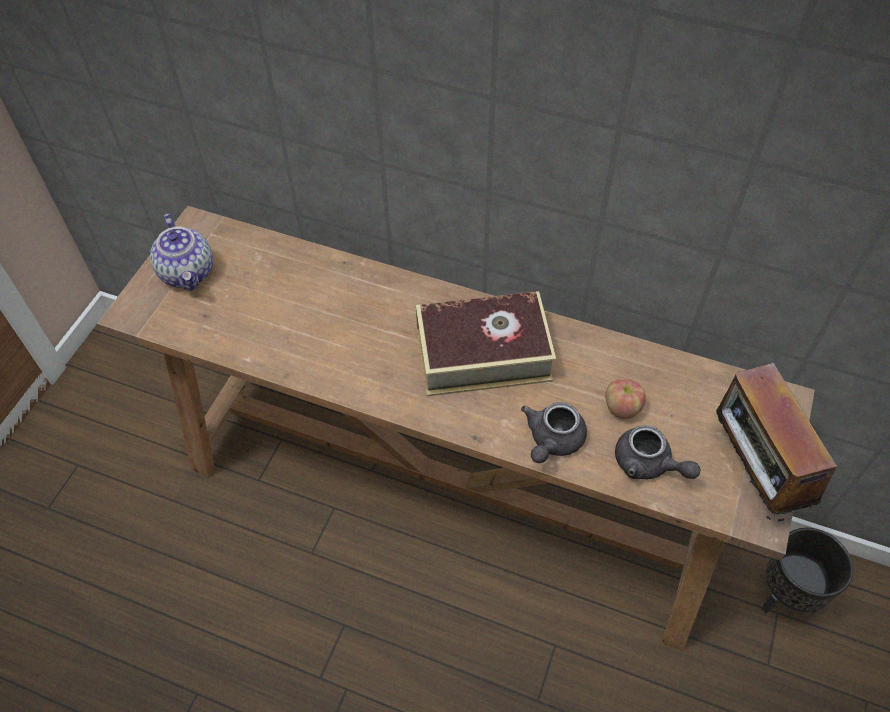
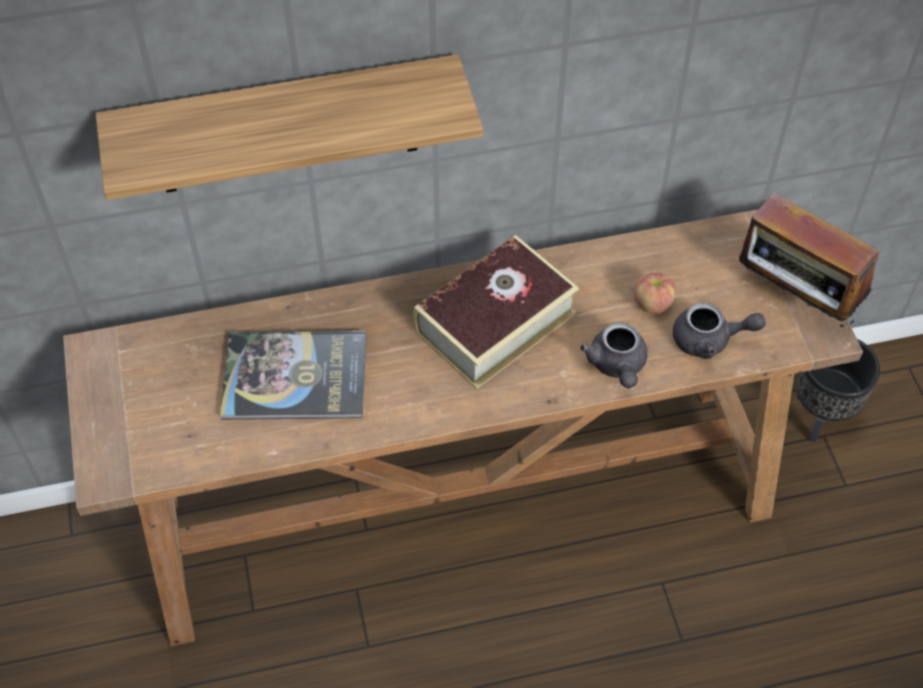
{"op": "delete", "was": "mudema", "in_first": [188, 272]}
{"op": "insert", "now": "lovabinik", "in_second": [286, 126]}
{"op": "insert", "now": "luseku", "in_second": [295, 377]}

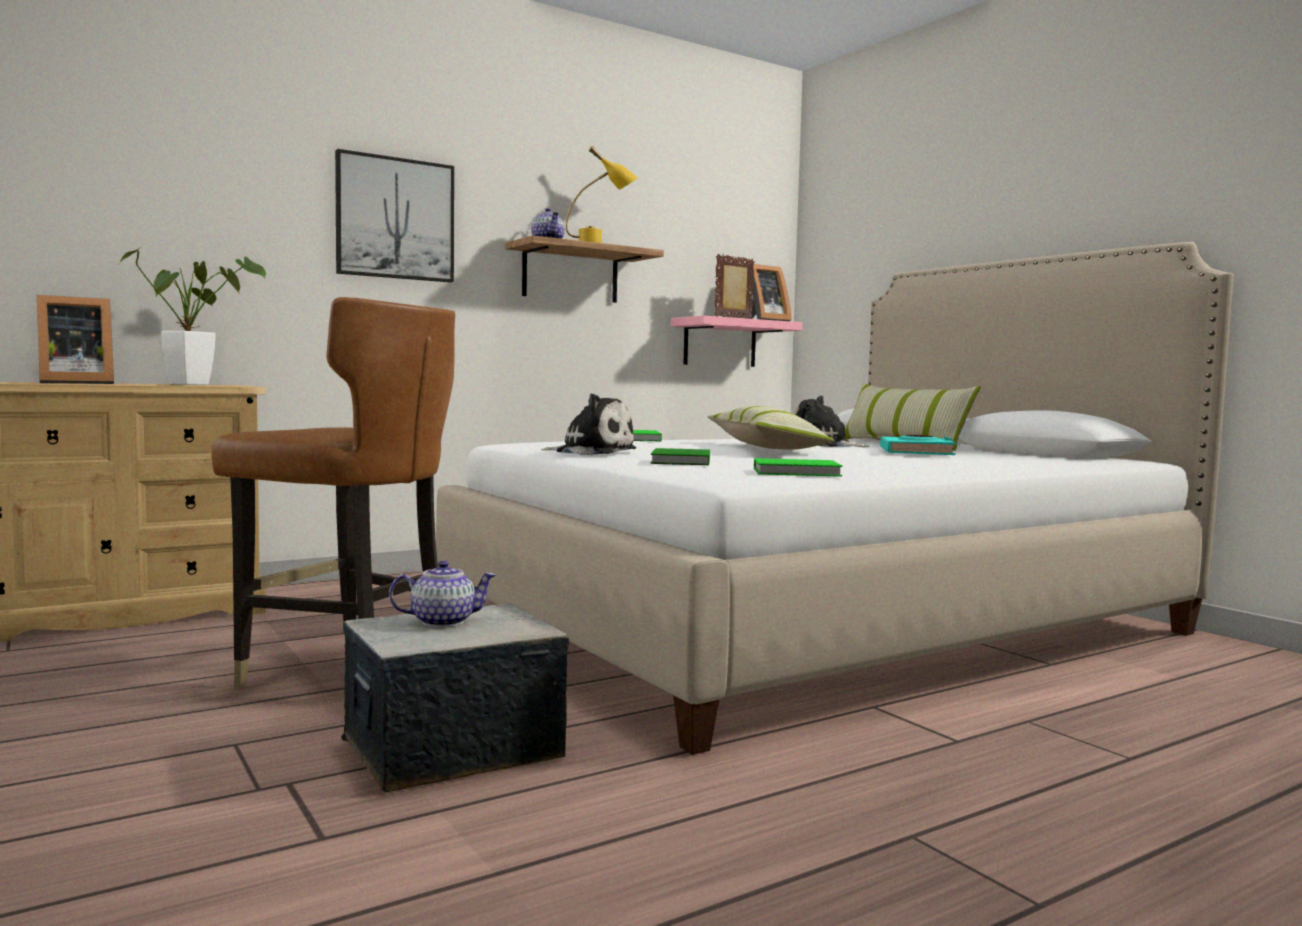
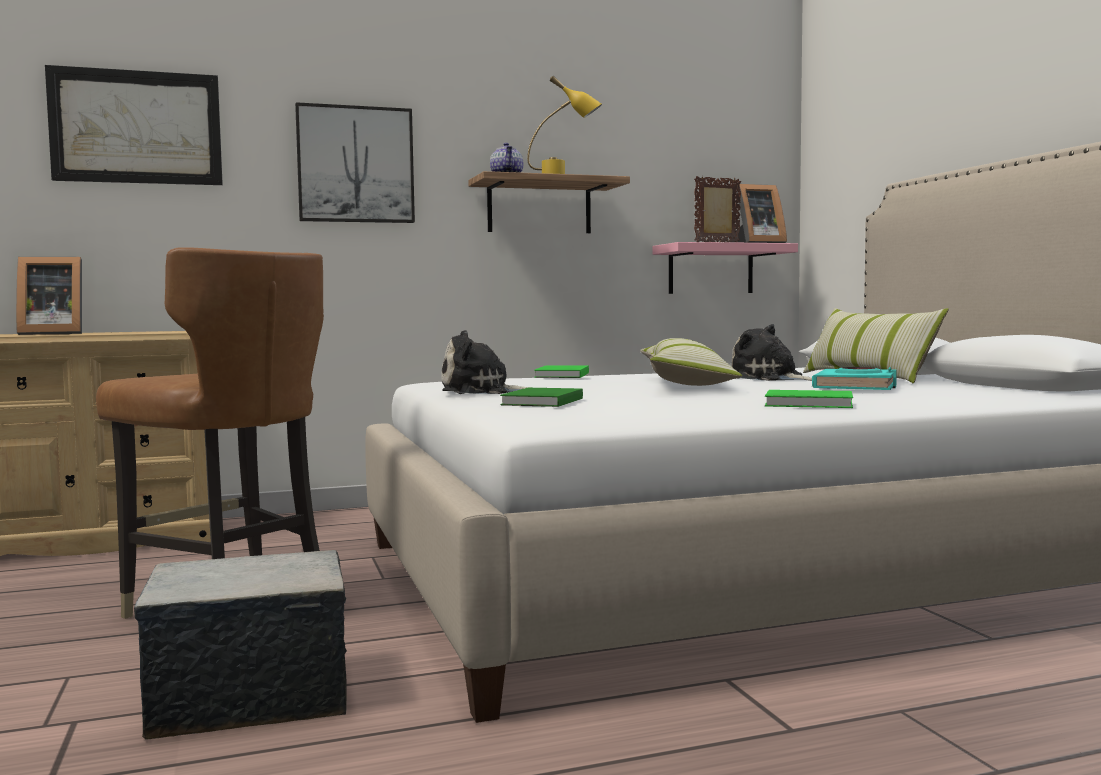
{"op": "delete", "was": "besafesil", "in_first": [197, 384]}
{"op": "delete", "was": "mudema", "in_first": [442, 621]}
{"op": "insert", "now": "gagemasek", "in_second": [137, 127]}
{"op": "move", "was": "luseku (green)", "in_first": [799, 472], "in_second": [811, 404]}
{"op": "rotate", "was": "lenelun", "in_first": [592, 452], "in_second": [480, 392], "clockwise": 135}

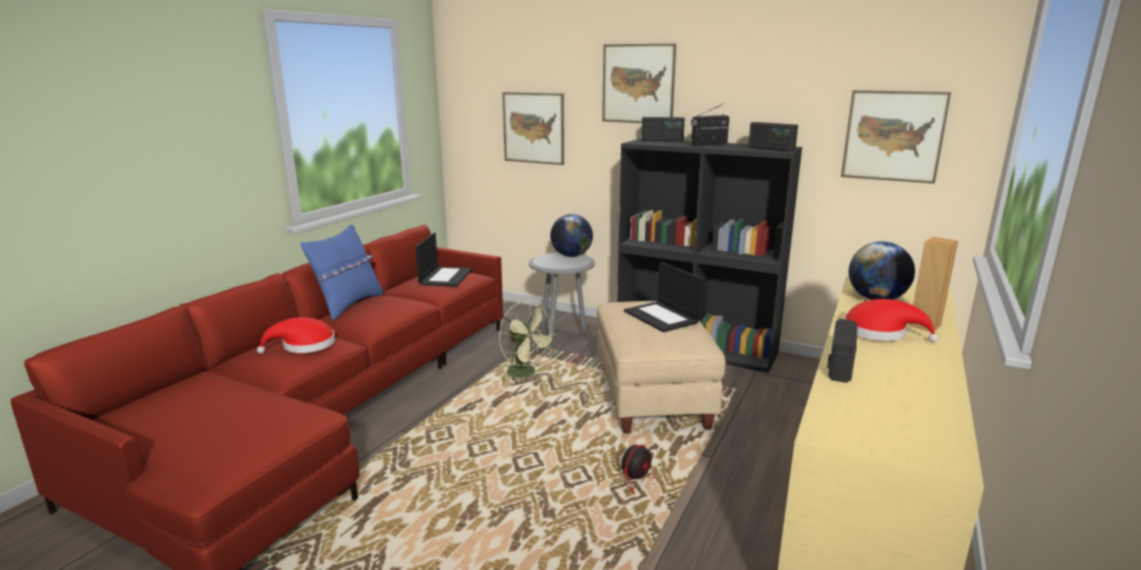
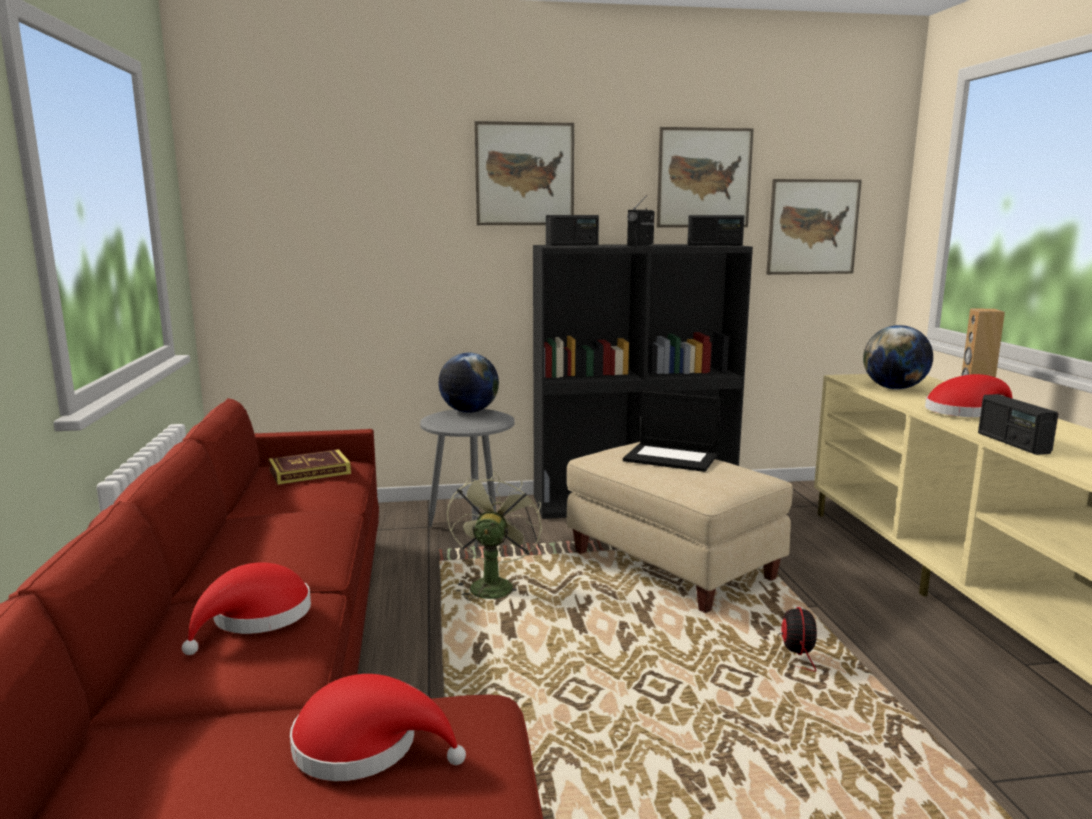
{"op": "delete", "was": "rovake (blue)", "in_first": [348, 305]}
{"op": "insert", "now": "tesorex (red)", "in_second": [366, 745]}
{"op": "move", "was": "gagemasek", "in_first": [533, 128], "in_second": [704, 178]}
{"op": "replace", "was": "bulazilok", "now": "luseku", "in_first": [445, 276], "in_second": [310, 471]}
{"op": "rotate", "was": "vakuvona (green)", "in_first": [526, 373], "in_second": [492, 584], "clockwise": -90}

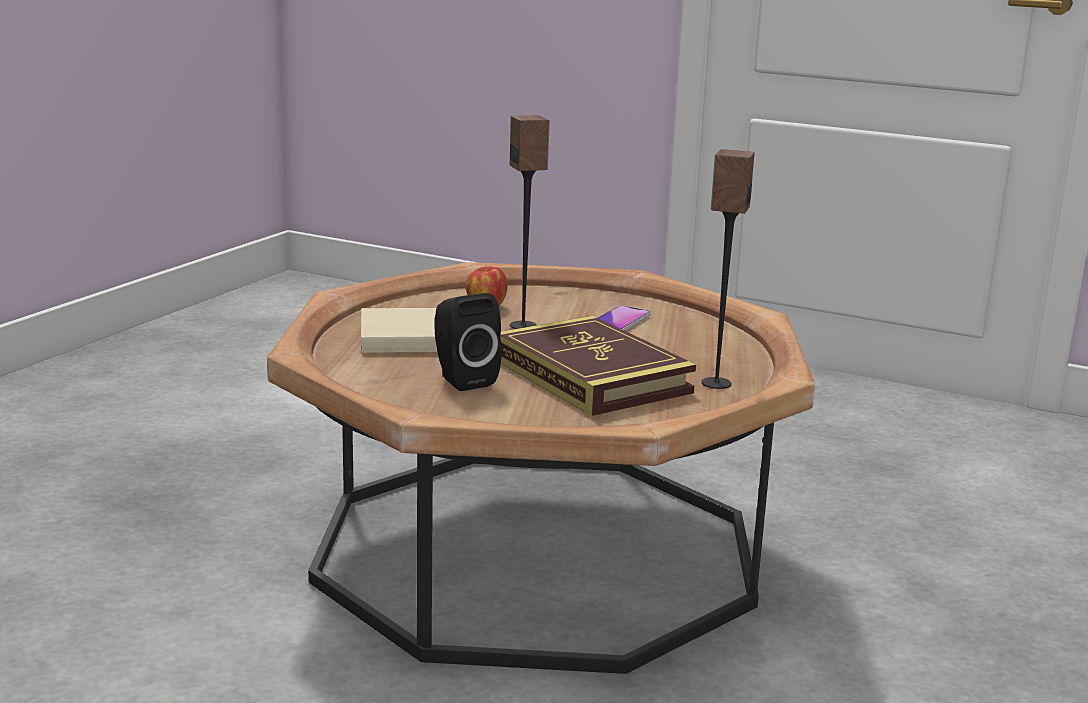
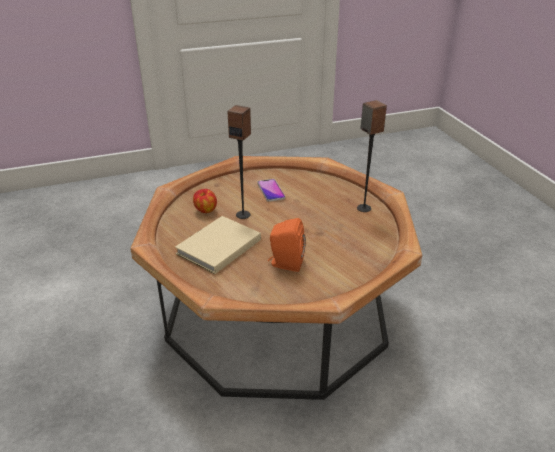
{"op": "delete", "was": "luseku", "in_first": [591, 376]}
{"op": "recolor", "was": "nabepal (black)", "now": "nabepal (orange)", "in_first": [462, 379], "in_second": [285, 264]}

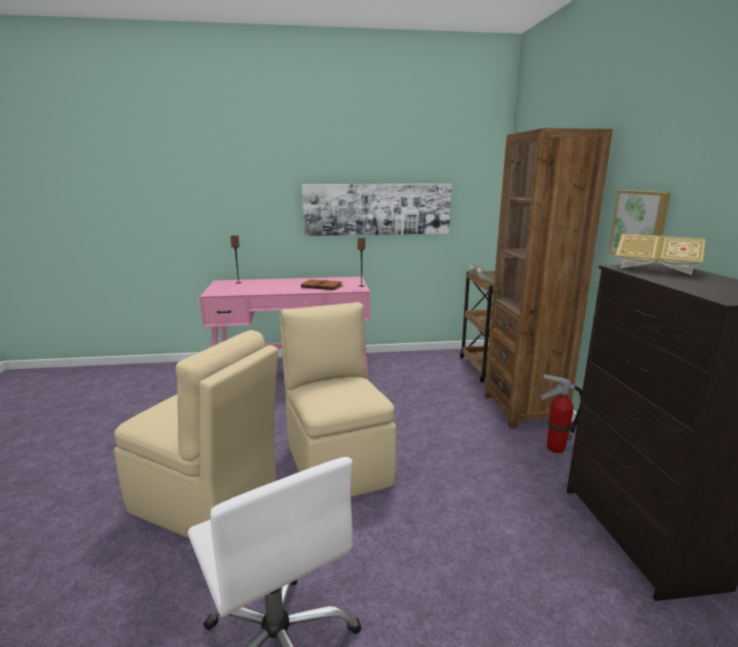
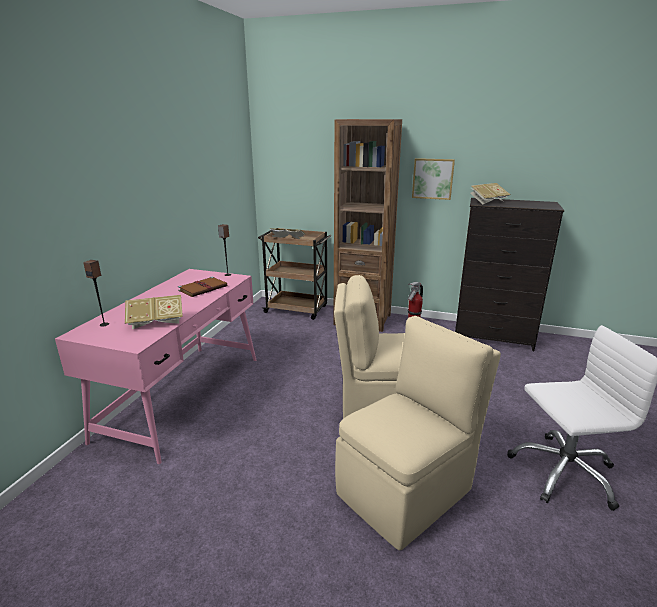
{"op": "delete", "was": "gagemasek", "in_first": [377, 209]}
{"op": "insert", "now": "luseku", "in_second": [156, 322]}

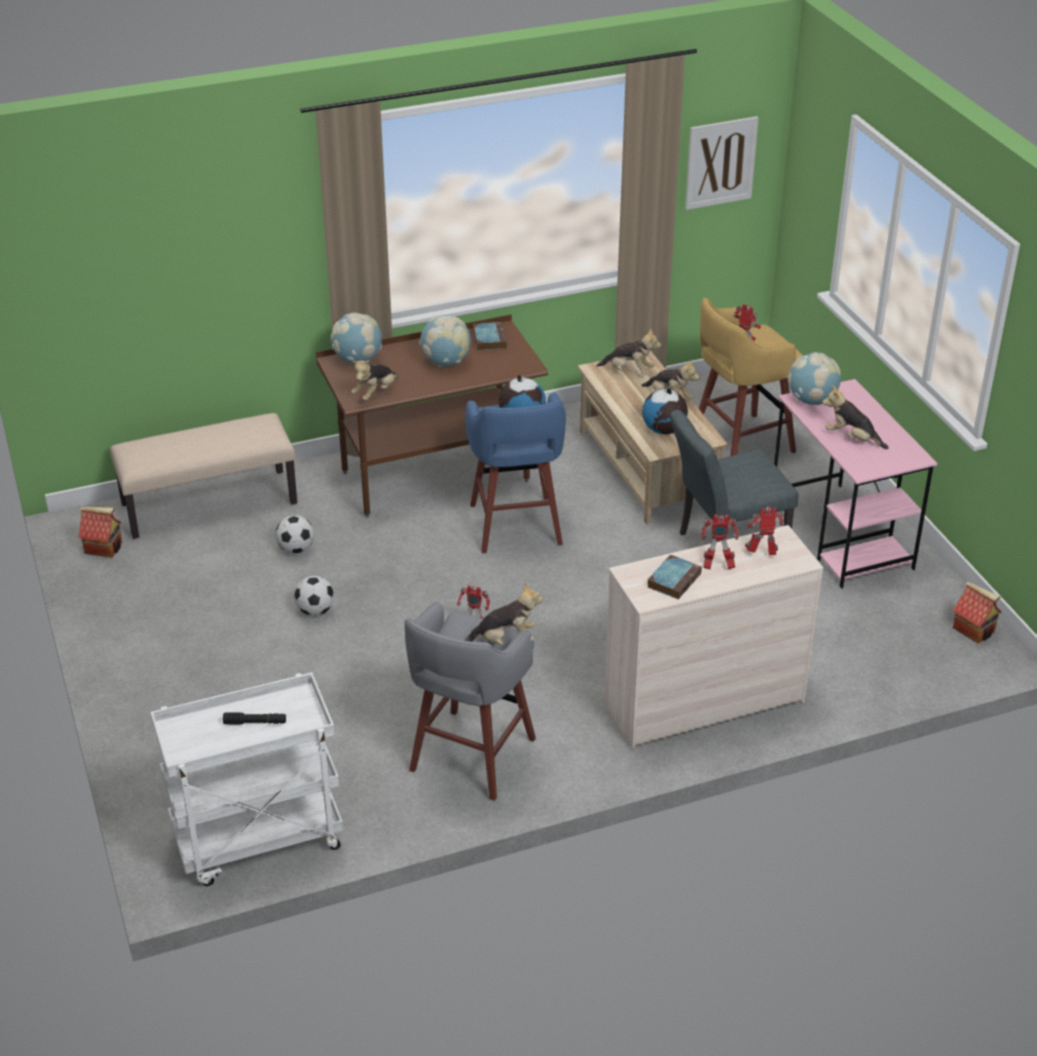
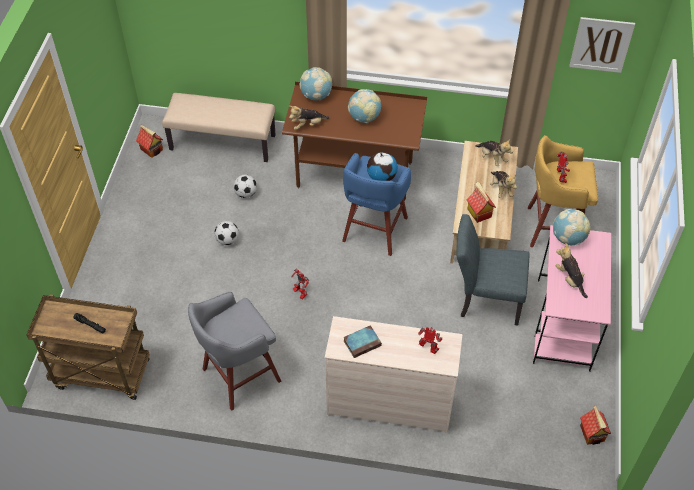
{"op": "delete", "was": "lenelun", "in_first": [505, 640]}
{"op": "delete", "was": "luseku", "in_first": [489, 339]}
{"op": "delete", "was": "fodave", "in_first": [717, 566]}
{"op": "replace", "was": "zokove", "now": "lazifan", "in_first": [664, 430], "in_second": [478, 212]}
{"op": "recolor", "was": "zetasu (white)", "now": "zetasu (brown)", "in_first": [257, 841], "in_second": [100, 374]}

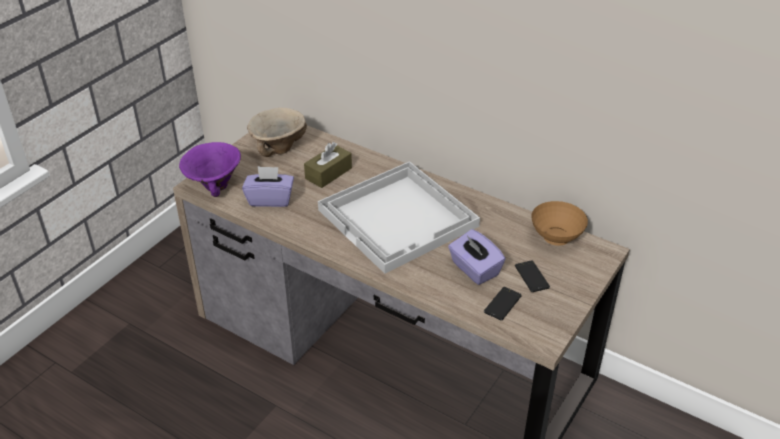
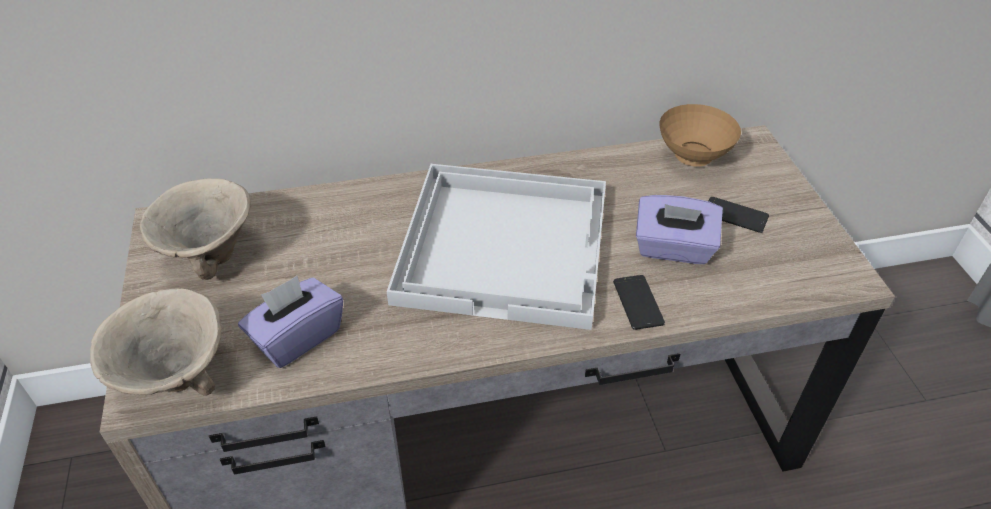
{"op": "delete", "was": "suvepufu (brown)", "in_first": [328, 173]}
{"op": "move", "was": "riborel", "in_first": [502, 304], "in_second": [638, 302]}
{"op": "recolor", "was": "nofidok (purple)", "now": "nofidok (beige)", "in_first": [213, 186], "in_second": [173, 379]}

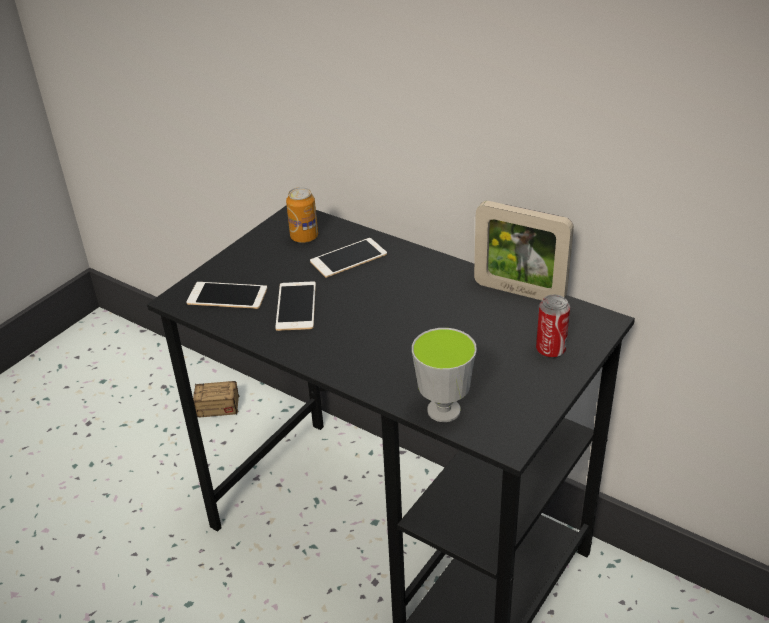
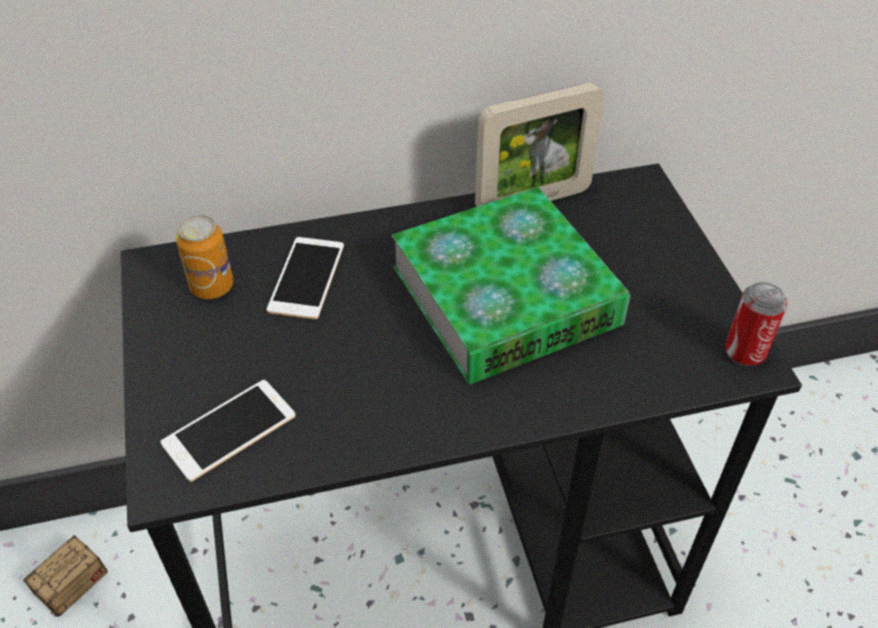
{"op": "delete", "was": "riborel", "in_first": [296, 306]}
{"op": "delete", "was": "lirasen", "in_first": [444, 410]}
{"op": "insert", "now": "luseku", "in_second": [505, 296]}
{"op": "move", "was": "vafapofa", "in_first": [550, 350], "in_second": [744, 353]}

